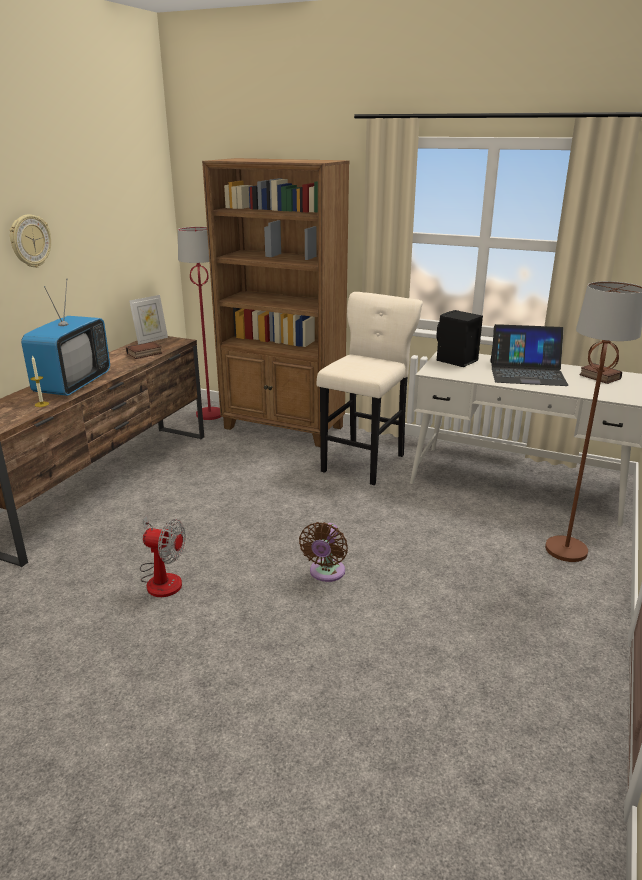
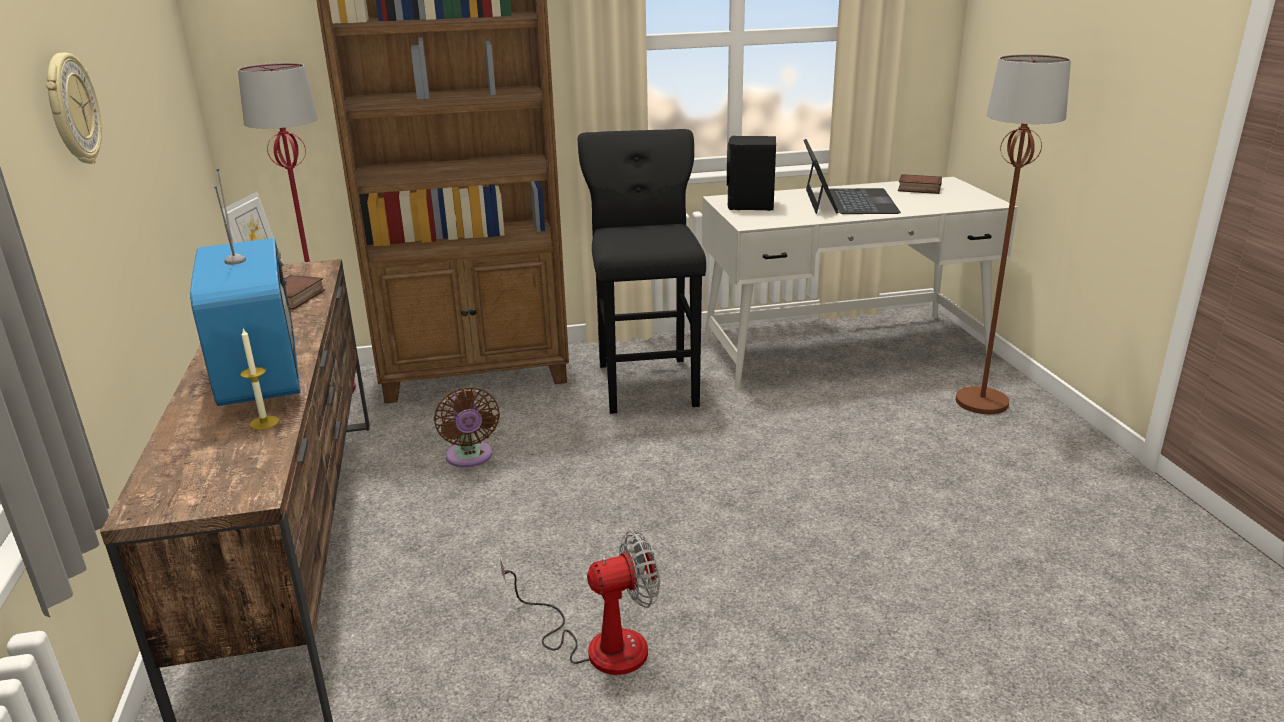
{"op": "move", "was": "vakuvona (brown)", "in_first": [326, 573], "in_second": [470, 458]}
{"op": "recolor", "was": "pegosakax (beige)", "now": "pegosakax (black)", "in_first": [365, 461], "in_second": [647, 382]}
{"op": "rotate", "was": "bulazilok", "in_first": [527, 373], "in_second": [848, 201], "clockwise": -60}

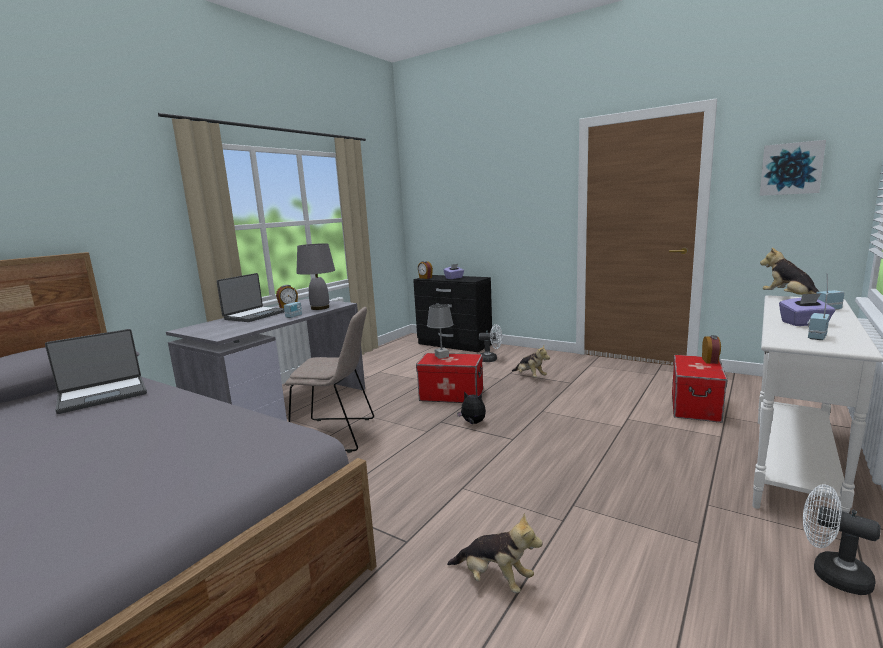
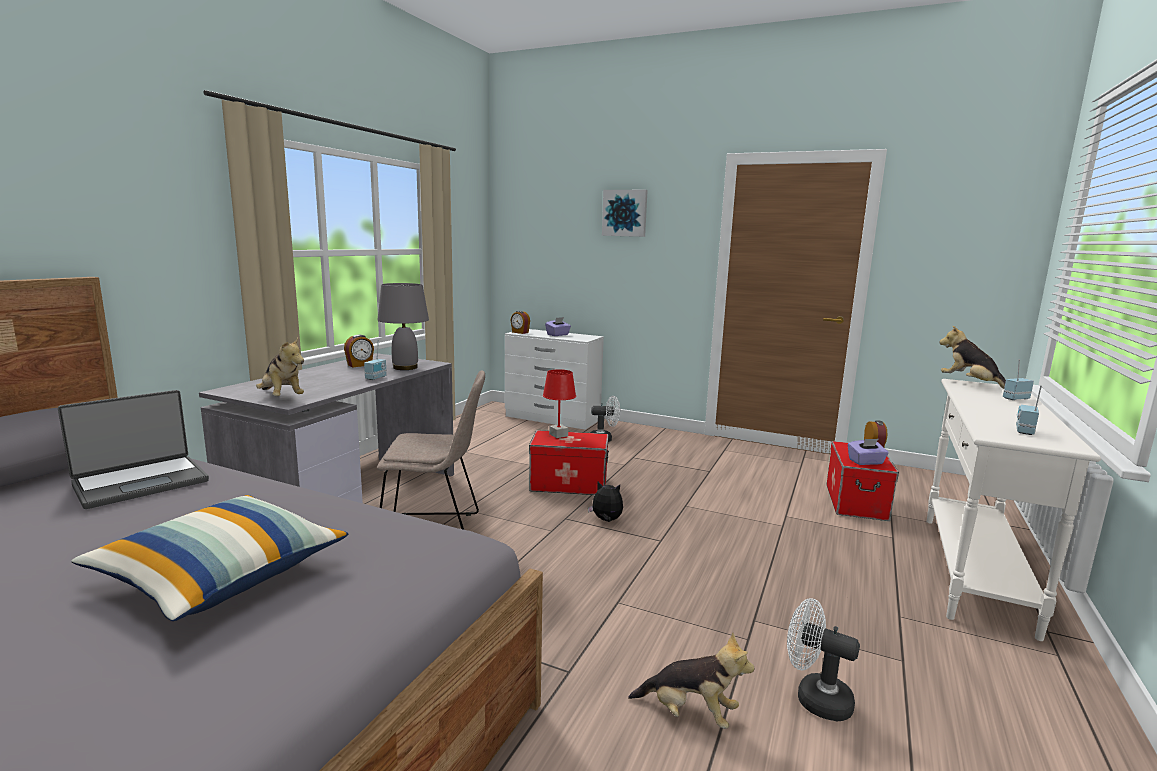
{"op": "delete", "was": "bulazilok", "in_first": [255, 315]}
{"op": "insert", "now": "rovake", "in_second": [221, 576]}
{"op": "move", "was": "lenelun", "in_first": [530, 376], "in_second": [281, 397]}
{"op": "move", "was": "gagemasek", "in_first": [791, 169], "in_second": [625, 213]}
{"op": "move", "was": "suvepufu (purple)", "in_first": [804, 323], "in_second": [866, 462]}
{"op": "move", "was": "vakuvona (white)", "in_first": [831, 573], "in_second": [814, 698]}
{"op": "recolor", "was": "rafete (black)", "now": "rafete (white)", "in_first": [454, 344], "in_second": [552, 418]}
{"op": "recolor", "was": "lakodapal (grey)", "now": "lakodapal (red)", "in_first": [442, 356], "in_second": [559, 435]}

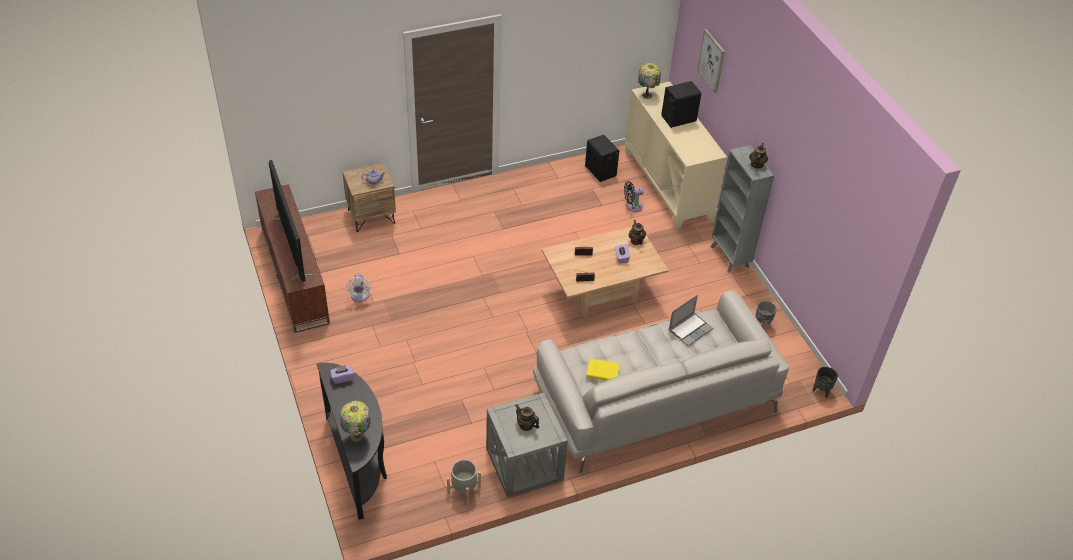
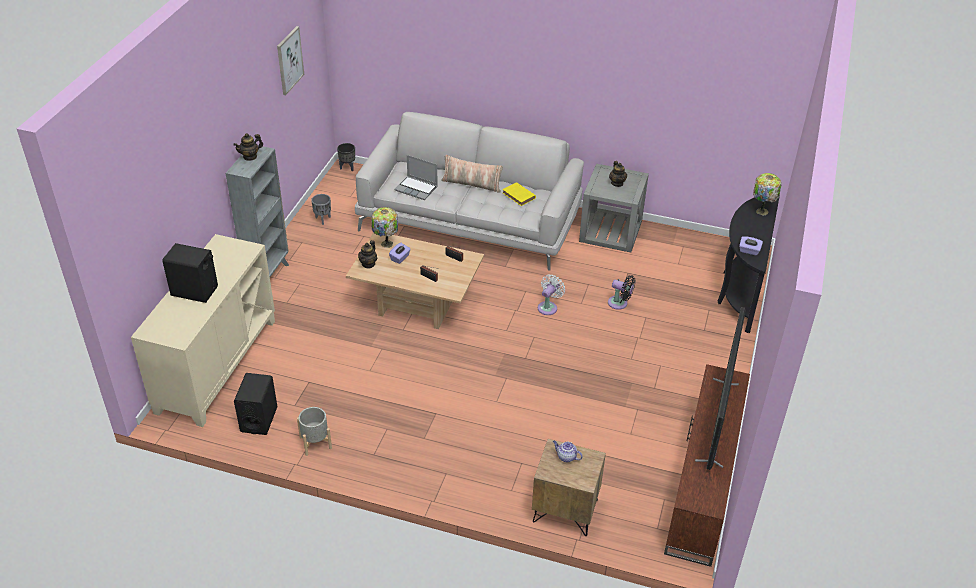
{"op": "insert", "now": "rovake", "in_second": [472, 184]}
{"op": "move", "was": "vakuvona (white)", "in_first": [360, 297], "in_second": [548, 307]}
{"op": "move", "was": "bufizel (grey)", "in_first": [464, 490], "in_second": [315, 442]}
{"op": "move", "was": "vakuvona (black)", "in_first": [632, 206], "in_second": [619, 303]}
{"op": "move", "was": "lakodapal", "in_first": [647, 95], "in_second": [386, 244]}
{"op": "move", "was": "gagemasek", "in_first": [712, 60], "in_second": [289, 60]}
{"op": "rotate", "was": "bulazilok", "in_first": [690, 329], "in_second": [417, 188], "clockwise": -150}

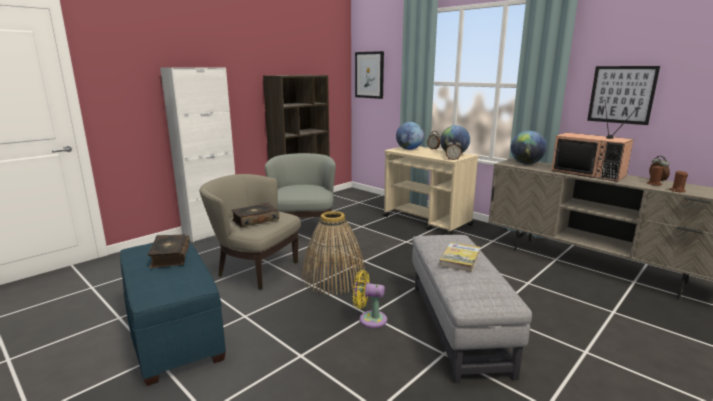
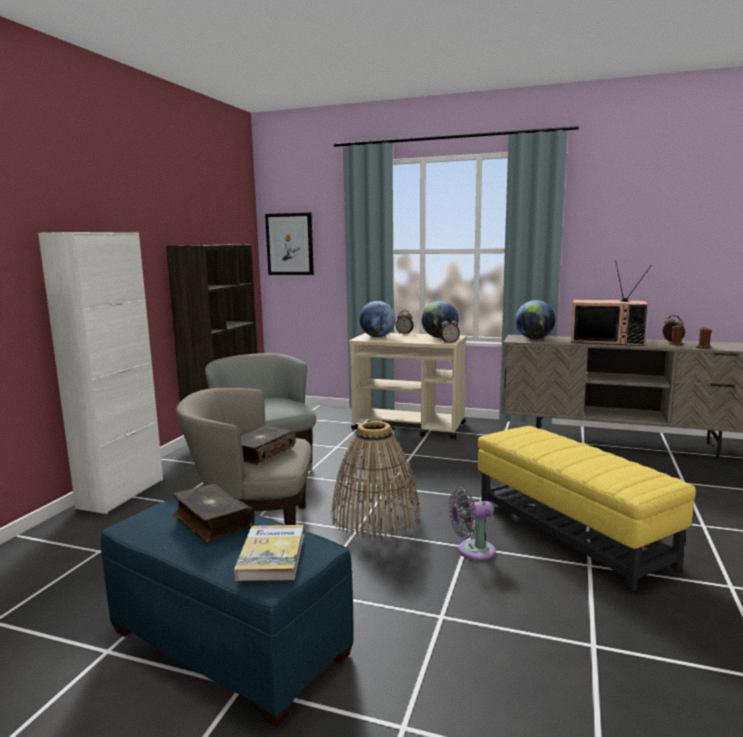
{"op": "delete", "was": "gagemasek", "in_first": [621, 94]}
{"op": "move", "was": "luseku", "in_first": [460, 259], "in_second": [271, 556]}
{"op": "recolor", "was": "vakuvona (yellow)", "now": "vakuvona (grey)", "in_first": [369, 319], "in_second": [472, 551]}
{"op": "recolor", "was": "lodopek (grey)", "now": "lodopek (yellow)", "in_first": [457, 326], "in_second": [570, 533]}

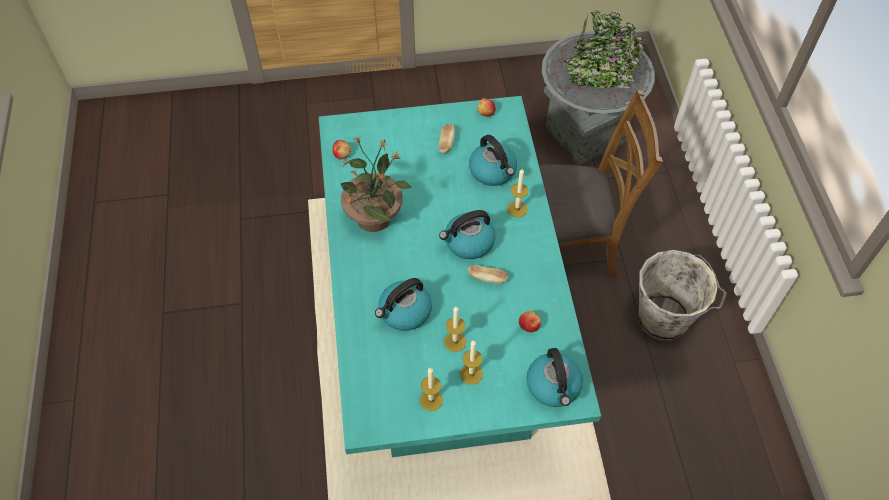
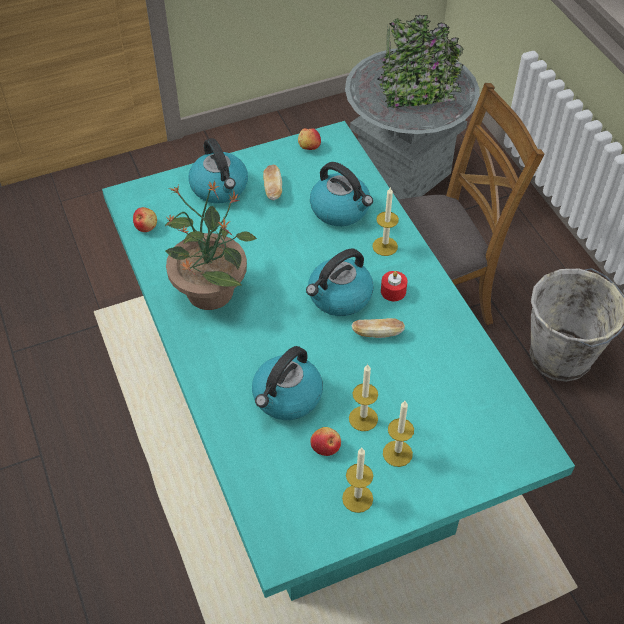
{"op": "insert", "now": "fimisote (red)", "in_second": [393, 291]}
{"op": "move", "was": "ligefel", "in_first": [529, 325], "in_second": [325, 447]}
{"op": "move", "was": "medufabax", "in_first": [554, 386], "in_second": [220, 188]}

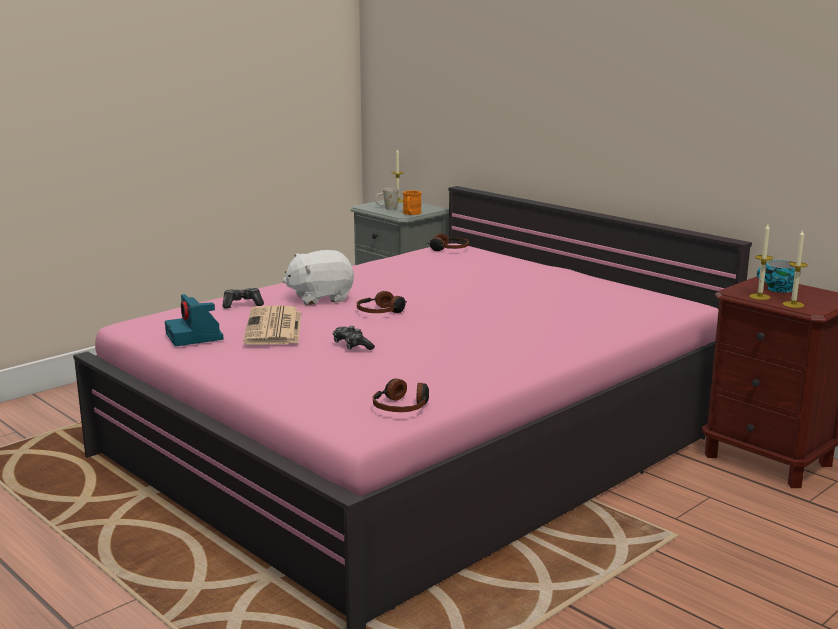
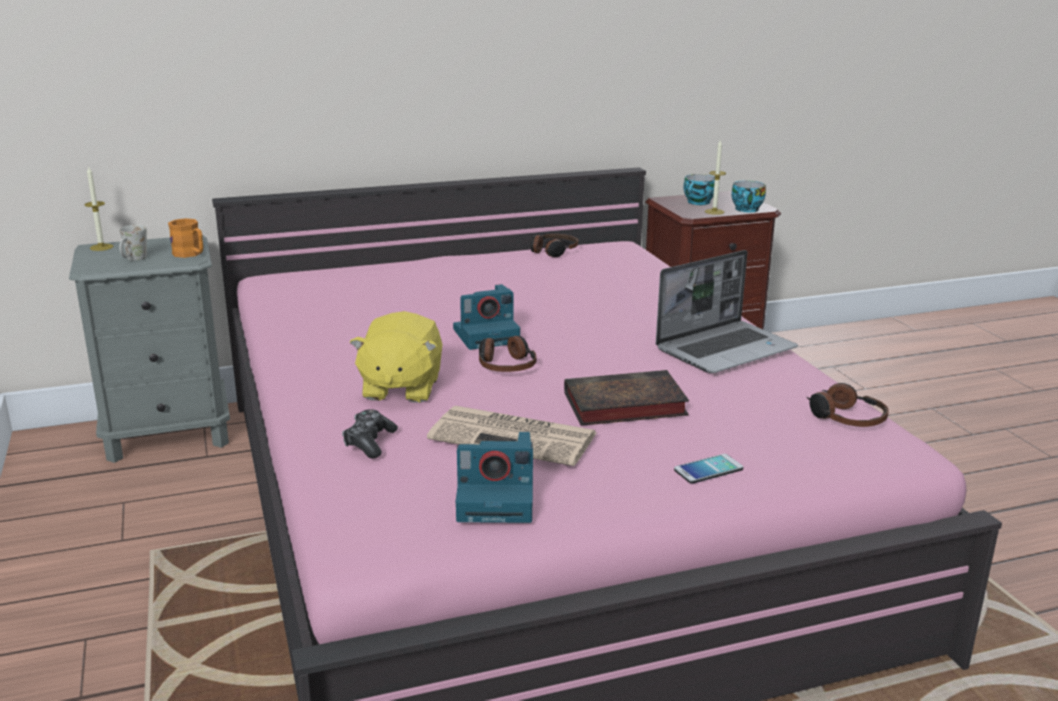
{"op": "insert", "now": "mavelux", "in_second": [487, 335]}
{"op": "insert", "now": "bulazilok", "in_second": [726, 349]}
{"op": "insert", "now": "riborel", "in_second": [708, 469]}
{"op": "move", "was": "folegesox", "in_first": [448, 249], "in_second": [553, 251]}
{"op": "replace", "was": "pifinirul", "now": "luseku", "in_first": [352, 346], "in_second": [622, 405]}
{"op": "replace", "was": "fimisote", "now": "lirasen", "in_first": [793, 304], "in_second": [745, 209]}
{"op": "recolor", "was": "lenelun (white)", "now": "lenelun (yellow)", "in_first": [320, 298], "in_second": [400, 388]}

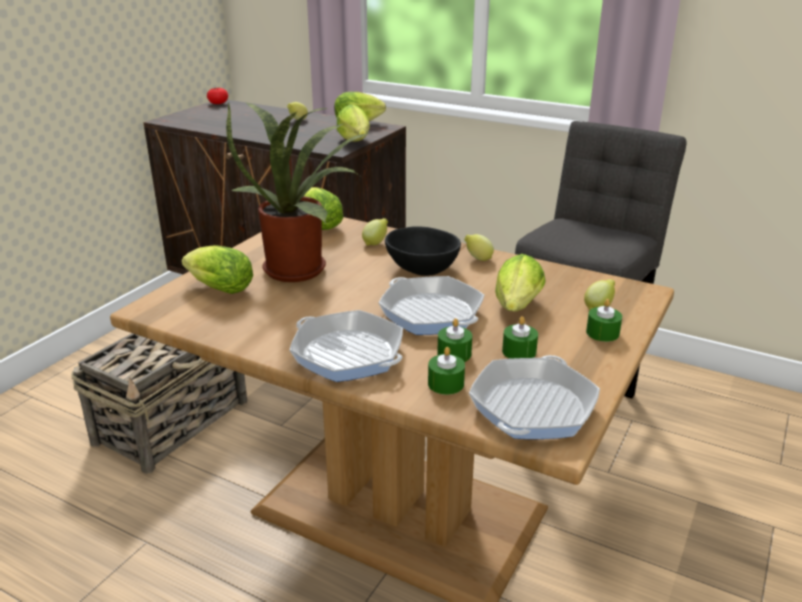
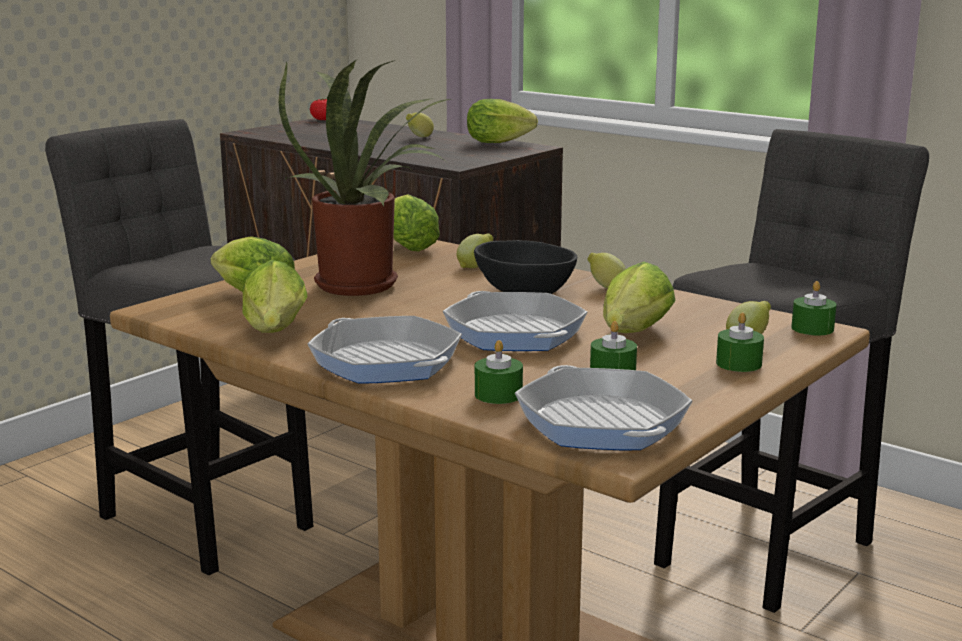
{"op": "move", "was": "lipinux", "in_first": [356, 142], "in_second": [275, 334]}
{"op": "move", "was": "fimisote (green)", "in_first": [454, 354], "in_second": [812, 328]}
{"op": "replace", "was": "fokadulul", "now": "pegosakax (grey)", "in_first": [174, 421], "in_second": [201, 516]}
{"op": "rotate", "was": "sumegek", "in_first": [532, 407], "in_second": [602, 422], "clockwise": -60}

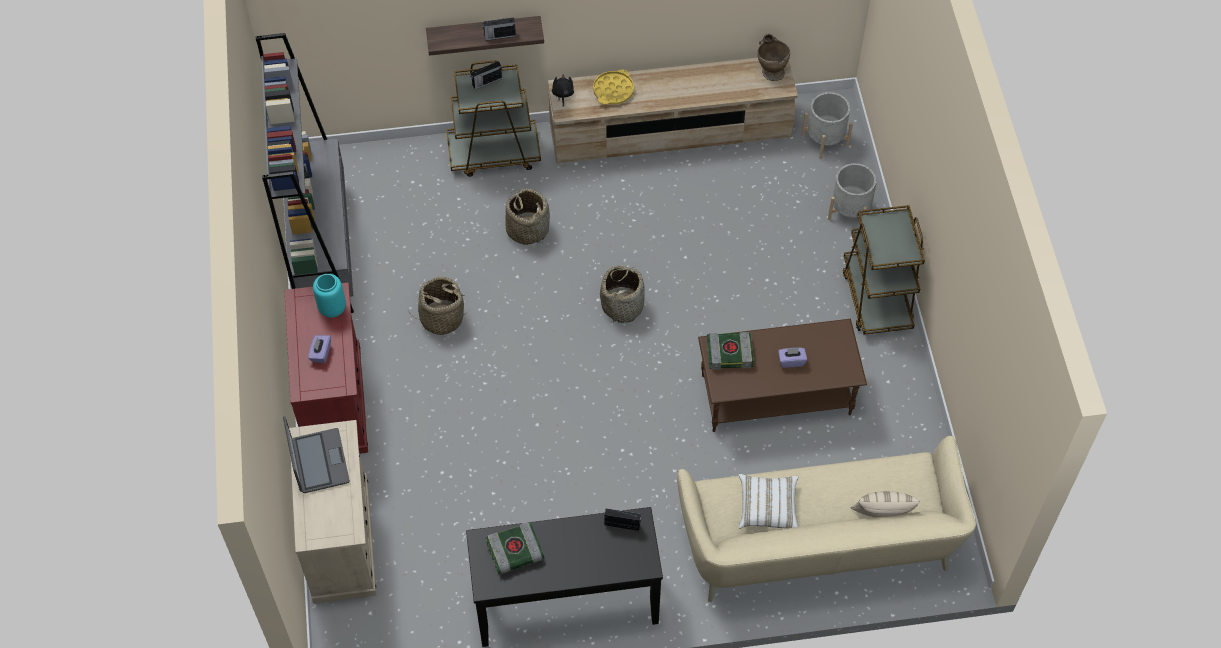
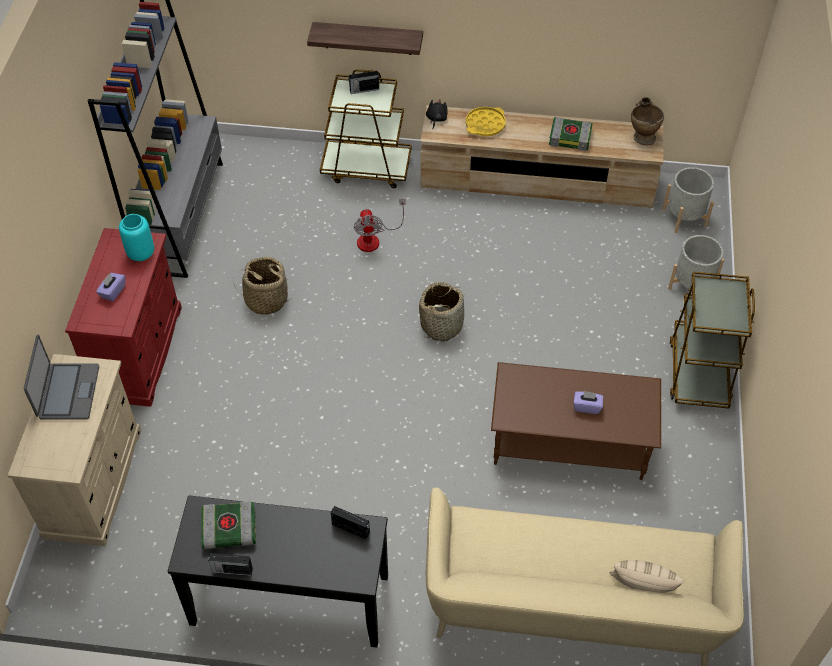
{"op": "delete", "was": "rovake (white)", "in_first": [767, 507]}
{"op": "move", "was": "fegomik", "in_first": [499, 36], "in_second": [231, 570]}
{"op": "move", "was": "luseku", "in_first": [730, 353], "in_second": [571, 137]}
{"op": "replace", "was": "fokadulul", "now": "vakuvona", "in_first": [527, 229], "in_second": [374, 238]}

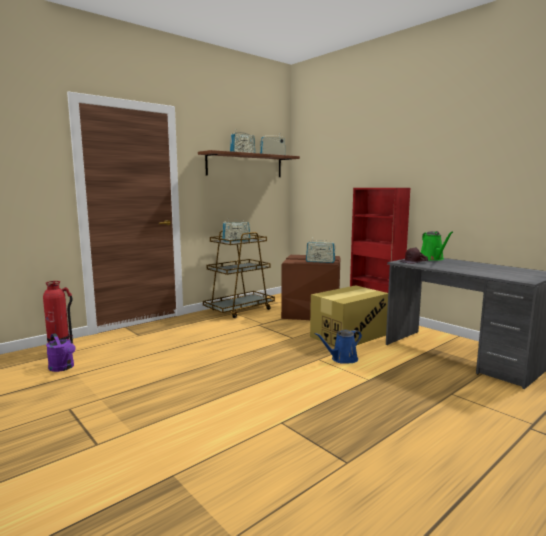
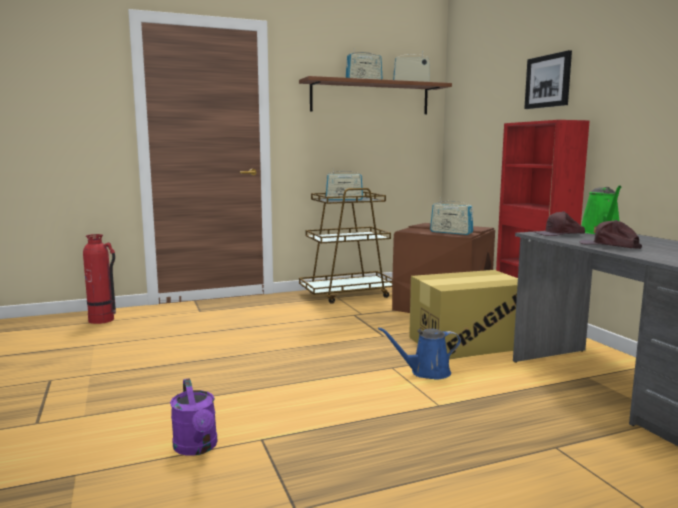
{"op": "insert", "now": "gagemasek", "in_second": [548, 81]}
{"op": "insert", "now": "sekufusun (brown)", "in_second": [609, 246]}
{"op": "move", "was": "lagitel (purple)", "in_first": [63, 368], "in_second": [197, 448]}

